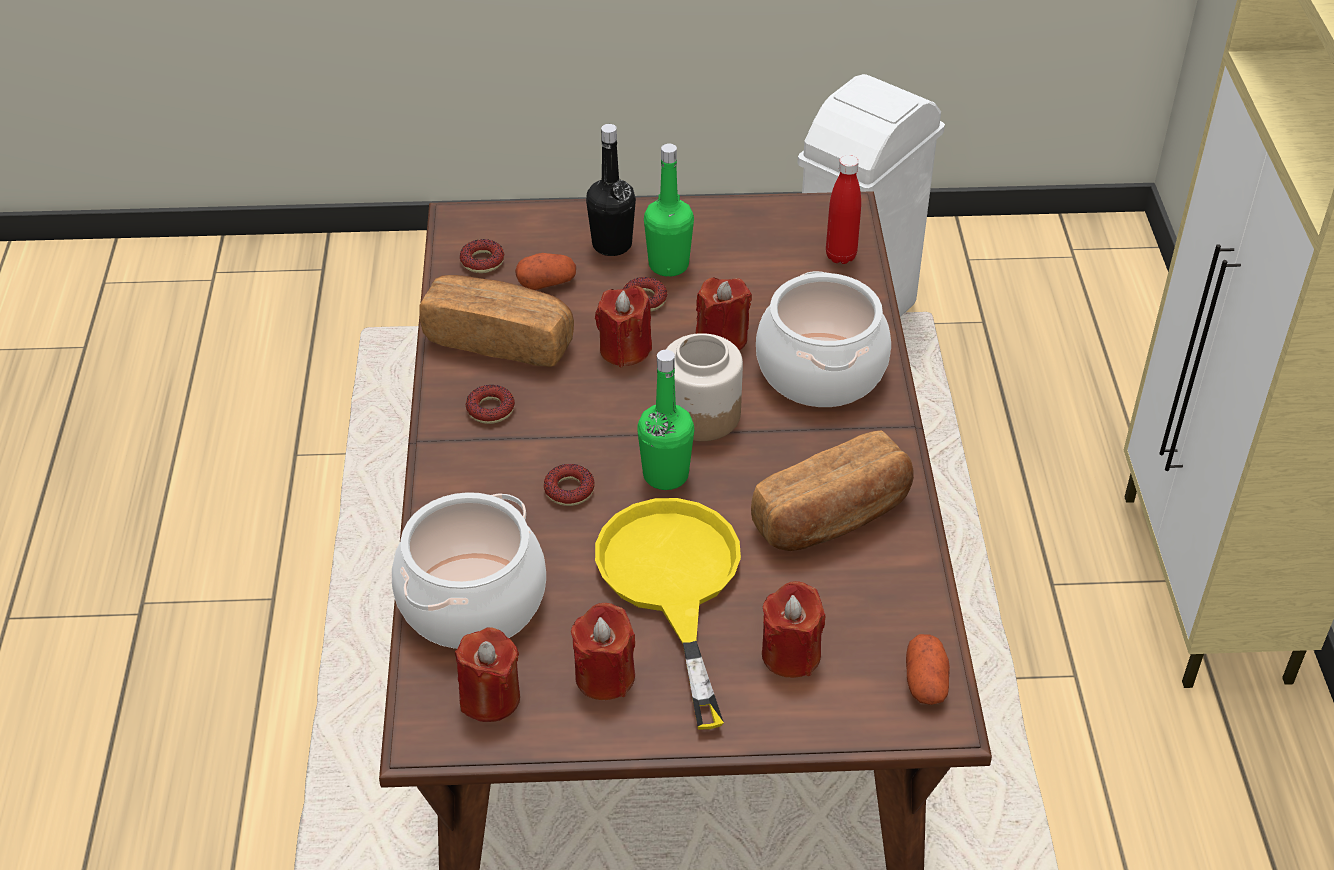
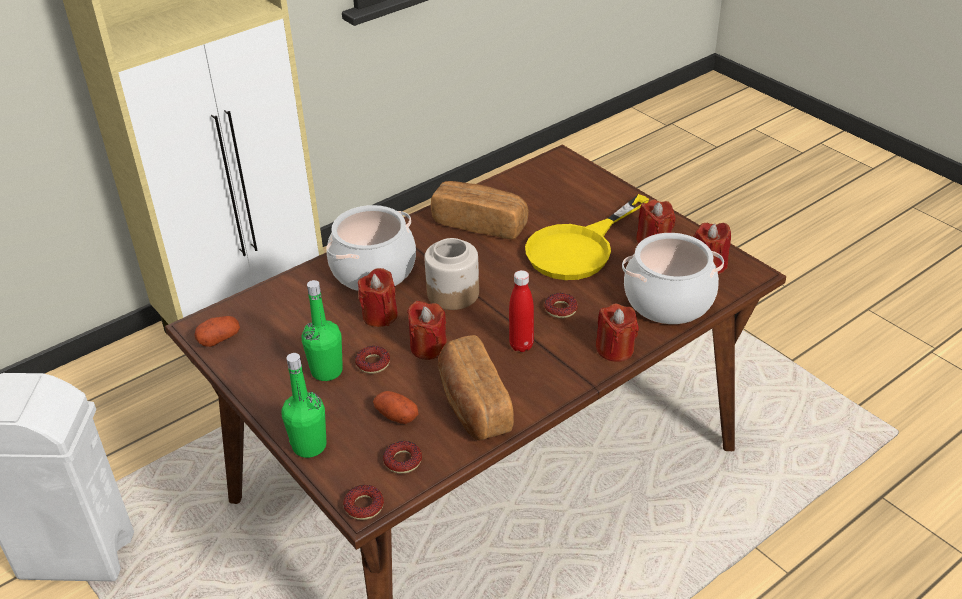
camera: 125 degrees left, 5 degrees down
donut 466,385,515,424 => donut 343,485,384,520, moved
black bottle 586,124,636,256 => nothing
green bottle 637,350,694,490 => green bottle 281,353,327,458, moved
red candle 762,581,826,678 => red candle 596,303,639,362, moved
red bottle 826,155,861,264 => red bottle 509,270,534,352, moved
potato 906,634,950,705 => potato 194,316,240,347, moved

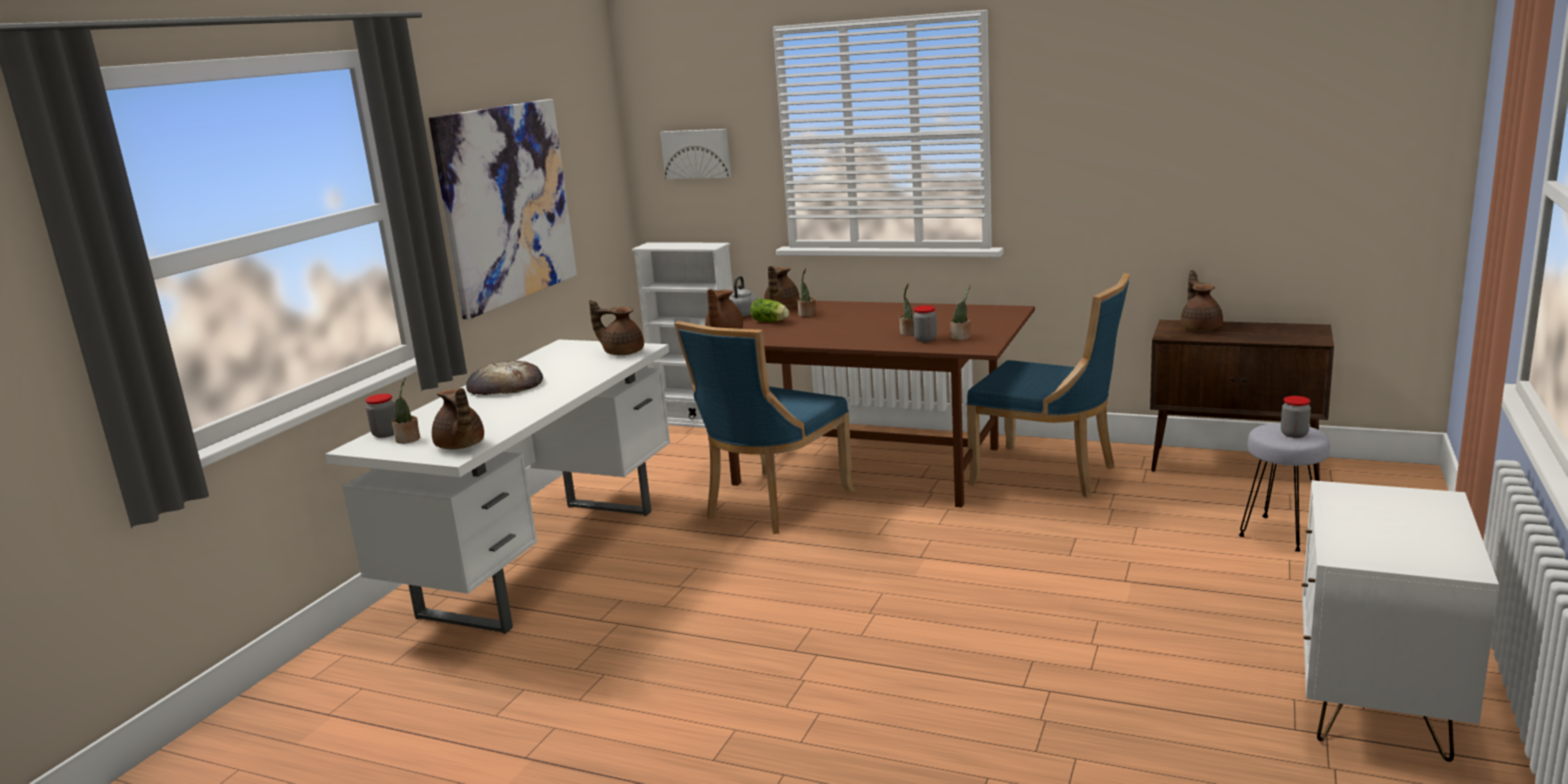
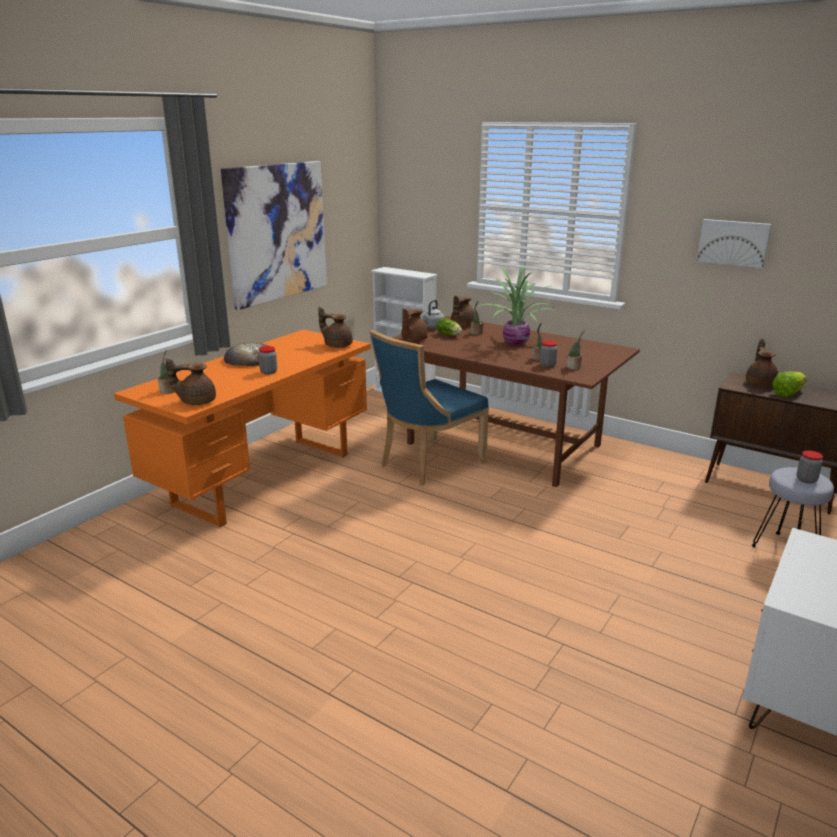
camera: 10 degrees right, 5 degrees up
white desk 325,340,670,634 => orange desk 114,329,371,527
jar 365,394,395,438 => jar 258,346,277,374, moved
brown teapot 432,388,484,449 => brown teapot 165,358,216,405, 105 degrees clockwise
picture 660,129,731,179 => picture 697,219,772,268, moved
blue chair 966,273,1130,498 => nothing
nothing => potted plant 477,266,554,346
nothing => lettuce 772,372,807,397

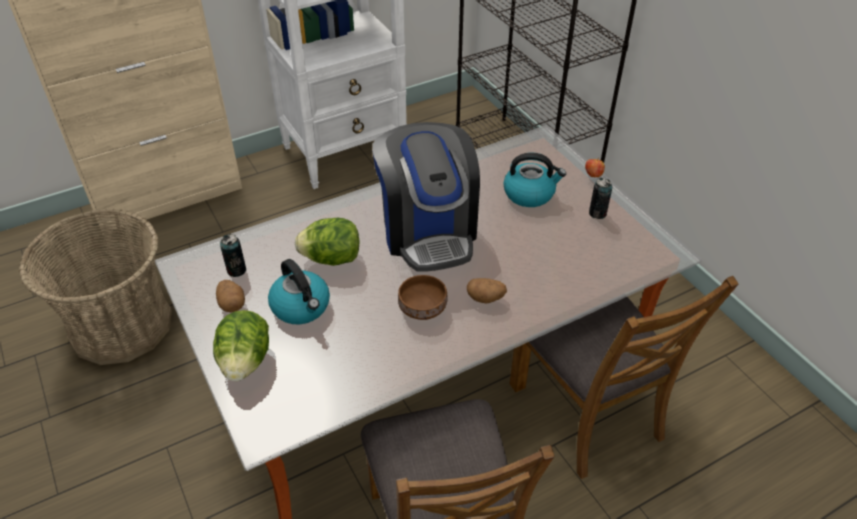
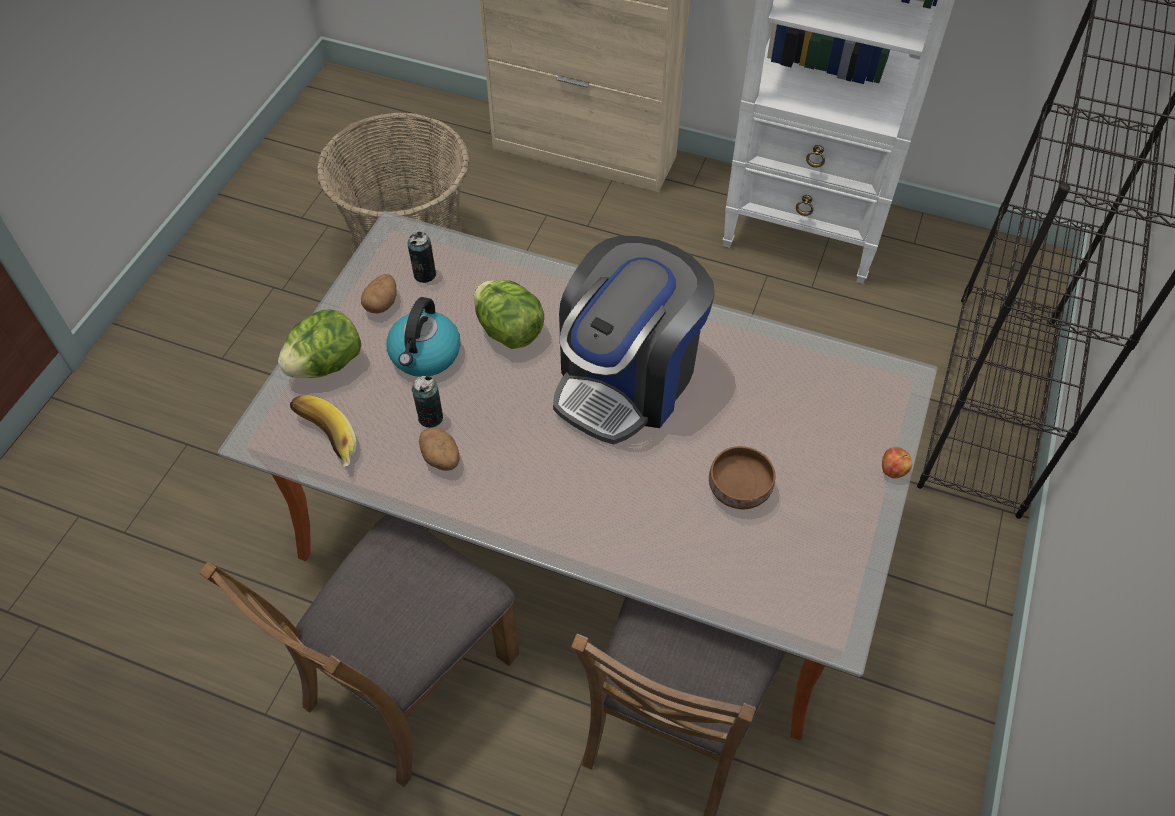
camera: 50 degrees right, 10 degrees up
brown bowl 398,275,448,320 => brown bowl 709,446,775,509, moved
potato 467,278,507,304 => potato 419,427,460,471, moved
kettle 503,153,566,207 => nothing
can 589,178,612,219 => can 412,376,443,428, moved
nothing => banana 290,395,357,467

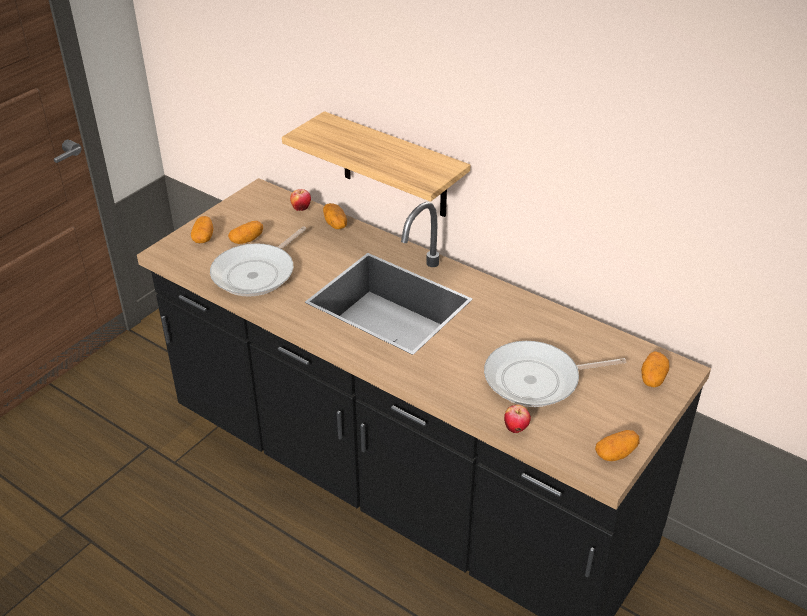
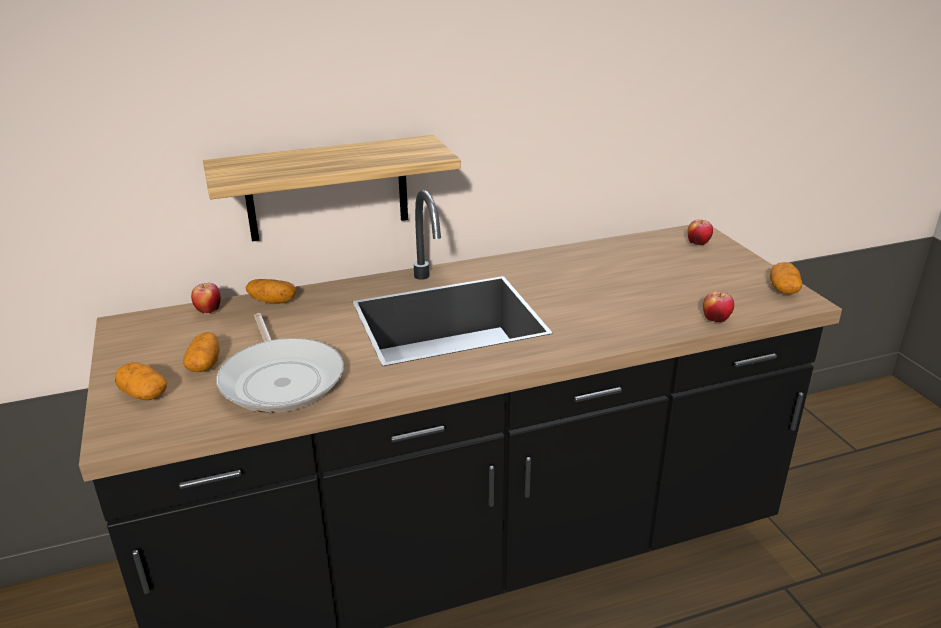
camera: 55 degrees left, 10 degrees down
frying pan 484,341,626,407 => nothing
potato 641,351,670,387 => apple 687,219,713,246

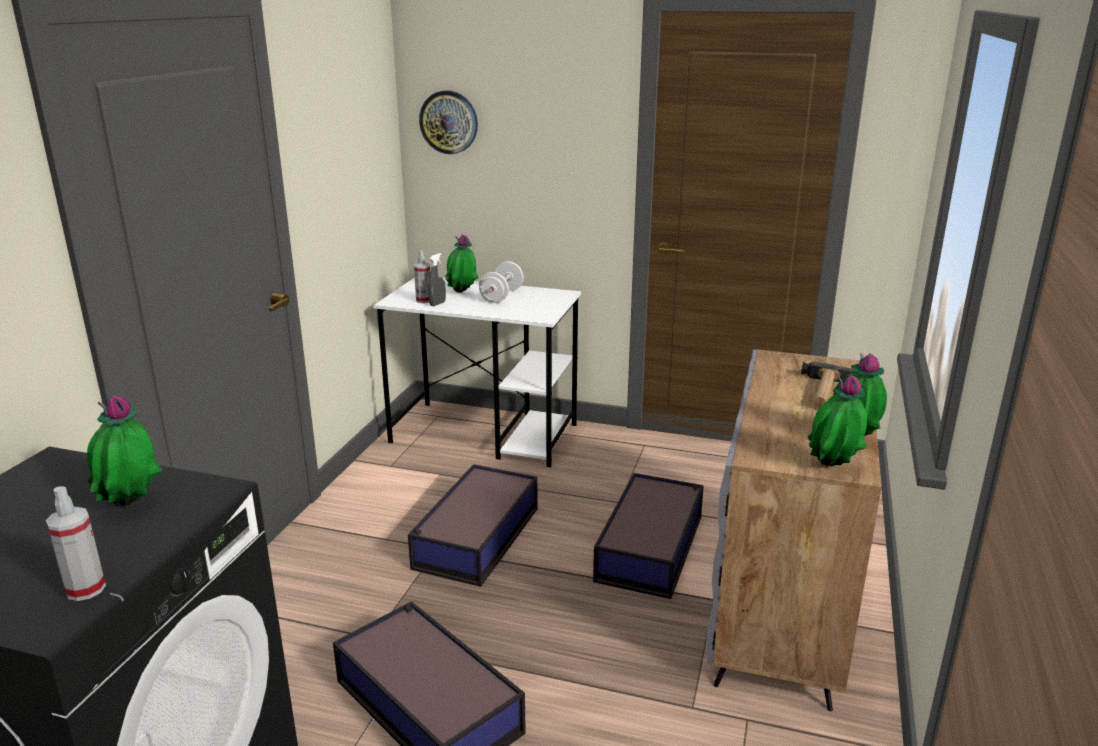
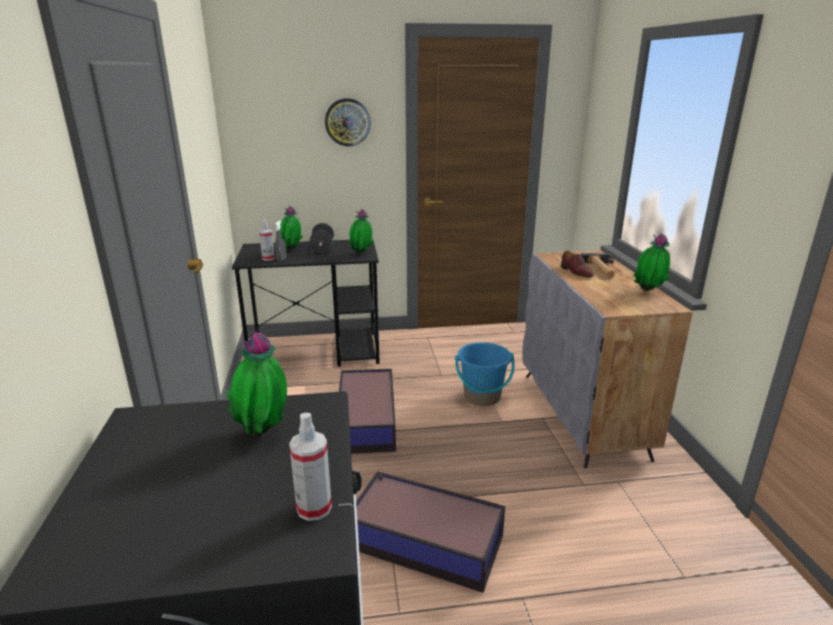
camera: 25 degrees left, 0 degrees up
white desk 373,277,581,467 => black desk 232,240,380,367
wall clock 419,90,478,154 => wall clock 325,98,371,146, moved
white dumbbell 479,261,524,303 => black dumbbell 309,223,334,253
storage box 593,473,704,599 => blue bucket 455,342,515,406
potted plant 807,375,867,466 => potted plant 348,209,374,254, moved
nothing => brown shoe 561,250,594,278

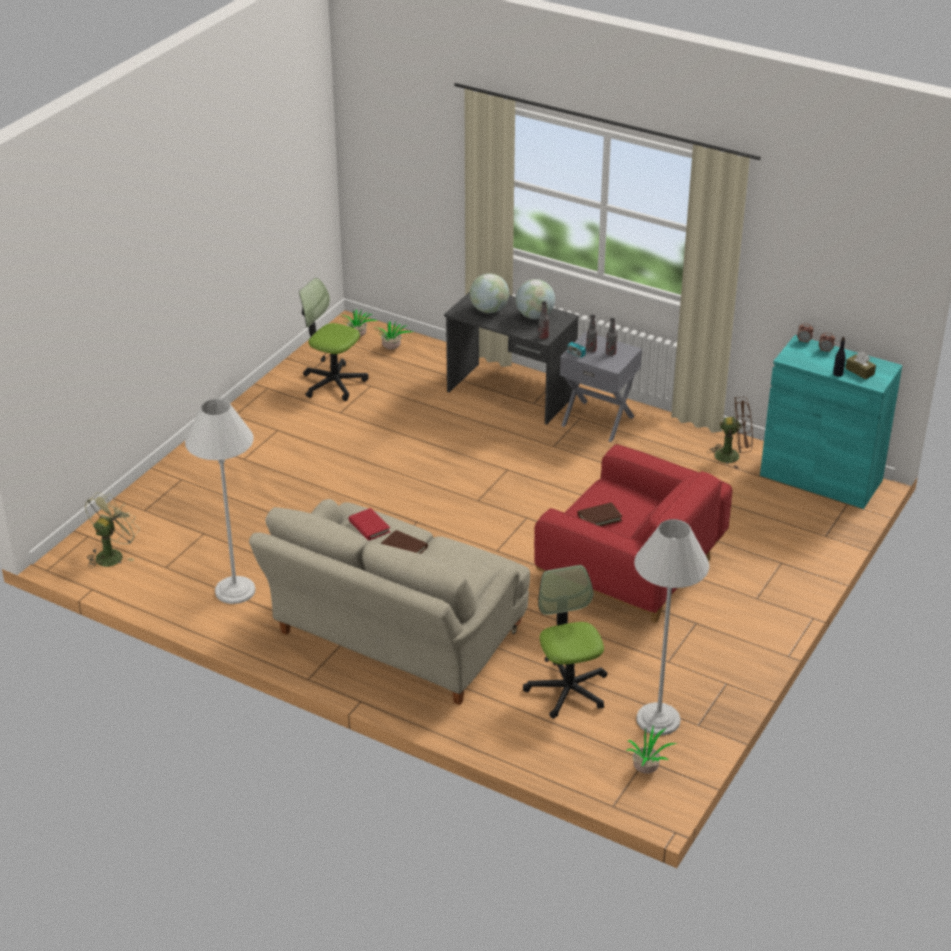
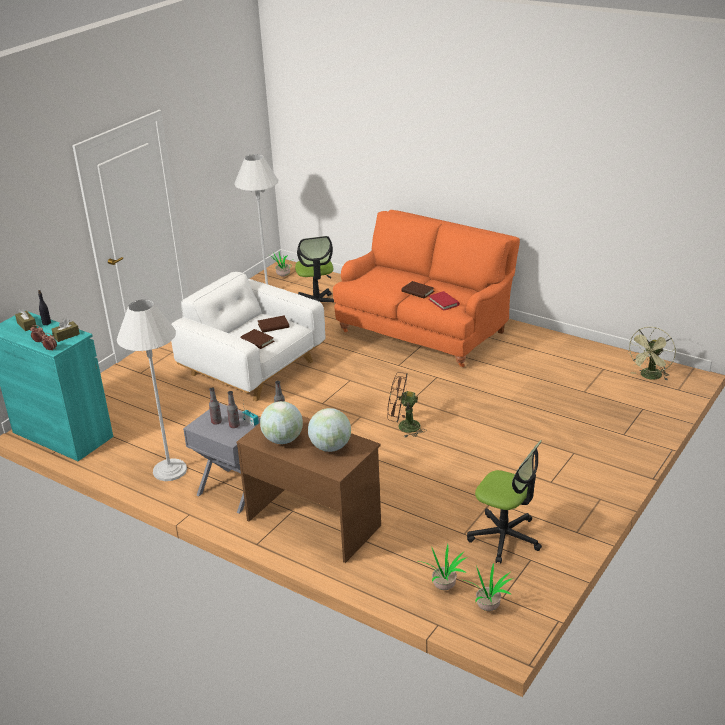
camera: 175 degrees left, 5 degrees down
white floor lamp 185,399,256,604 => white floor lamp 117,299,187,481, moved
beige sofa 249,499,530,705 => orange sofa 333,210,520,367
grey desk 444,292,579,424 => brown desk 236,416,381,563
red armchair 534,444,732,623 => white armchair 171,272,326,401
brown fan 707,397,753,469 => brown fan 387,372,427,437, moved
nothing => brown tissue box 52,319,80,342
nothing => brown book 240,329,274,349

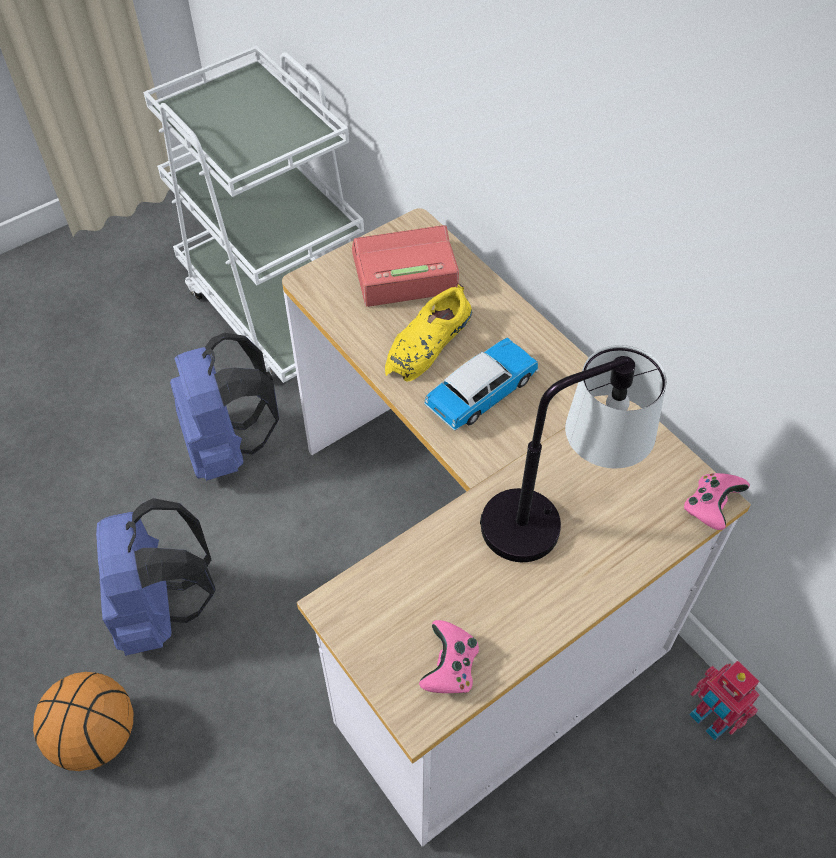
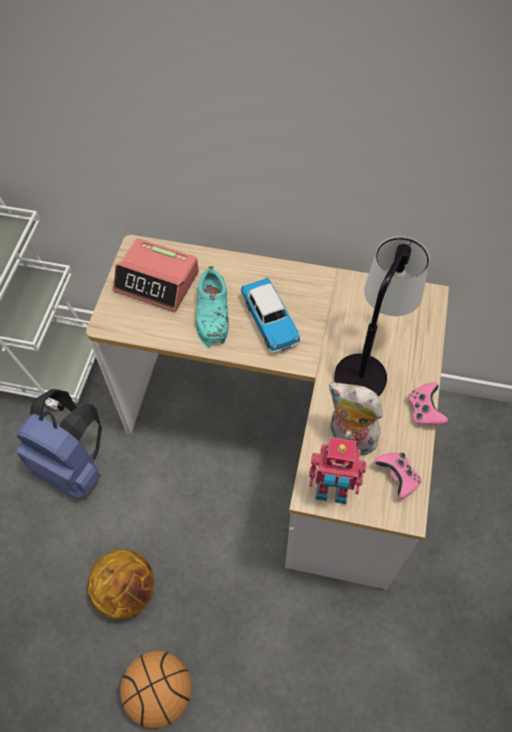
camera: 40 degrees left, 5 degrees up
blue backpack 96,498,215,656 => basketball 87,549,154,619
alarm clock 352,225,459,307 => alarm clock 113,238,199,312, 105 degrees counterclockwise
yellow shoe 385,284,472,381 => turquoise shoe 195,266,229,348
toy car 424,338,539,431 => toy car 241,277,301,353, 150 degrees clockwise
pink game controller 684,473,750,530 => pink game controller 408,382,448,425, moved
toy robot 689,660,760,741 => toy robot 309,437,367,504, moved
nothing => plush toy 329,383,383,455

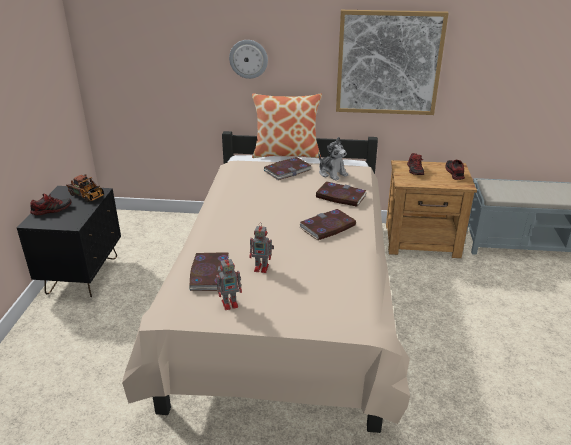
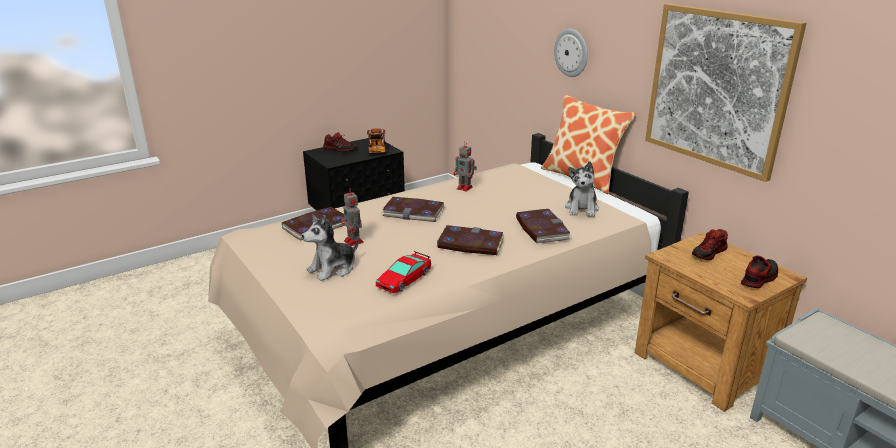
camera: 50 degrees right, 5 degrees down
toy robot 216,256,242,310 => toy robot 454,141,477,192, moved
book 264,157,311,180 => book 382,197,445,222, moved
nothing => plush toy 302,215,359,281
nothing => toy car 376,251,431,294

